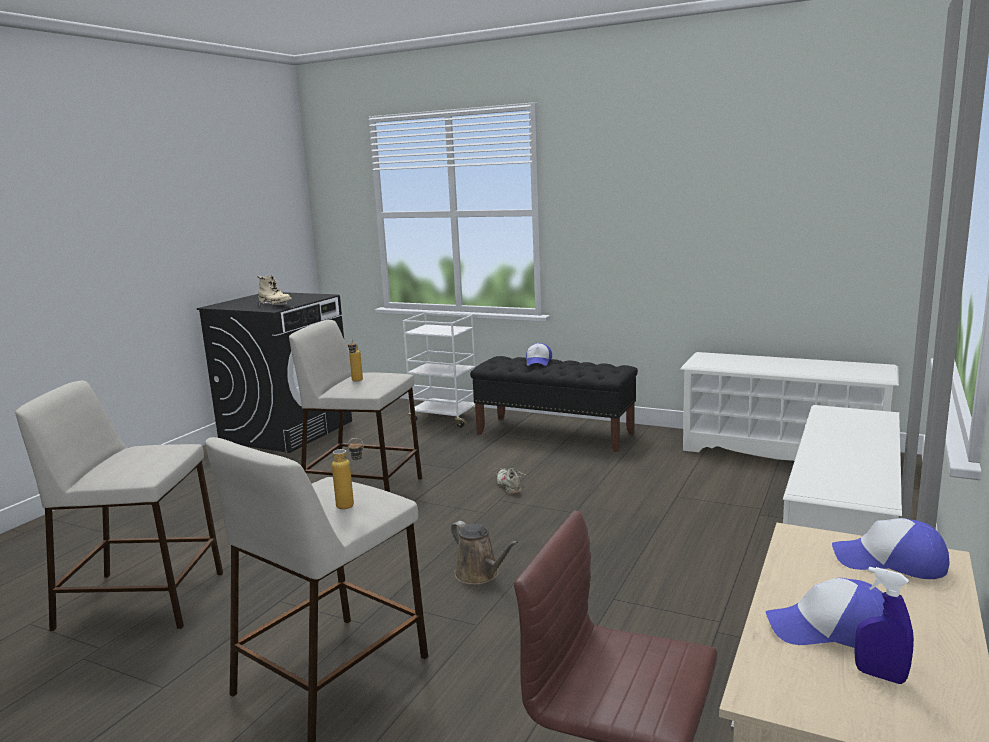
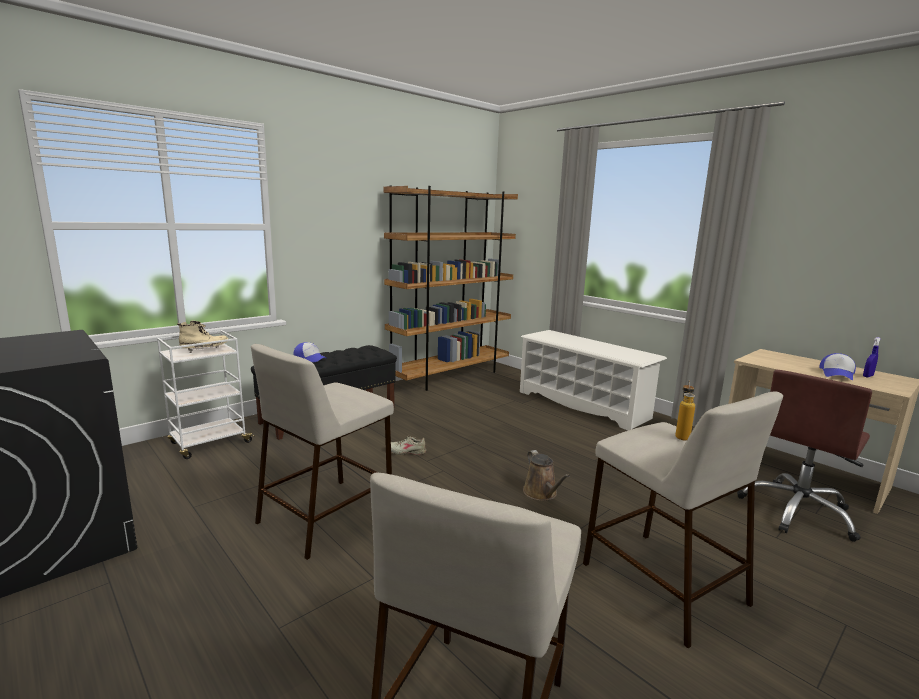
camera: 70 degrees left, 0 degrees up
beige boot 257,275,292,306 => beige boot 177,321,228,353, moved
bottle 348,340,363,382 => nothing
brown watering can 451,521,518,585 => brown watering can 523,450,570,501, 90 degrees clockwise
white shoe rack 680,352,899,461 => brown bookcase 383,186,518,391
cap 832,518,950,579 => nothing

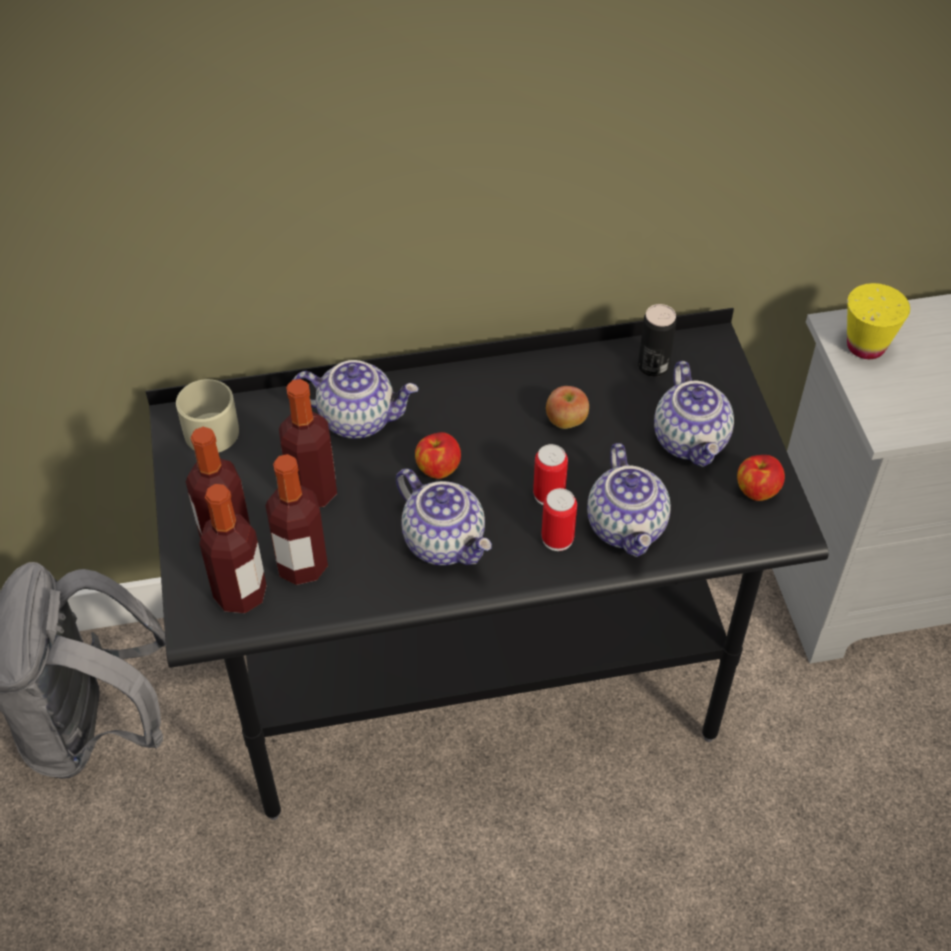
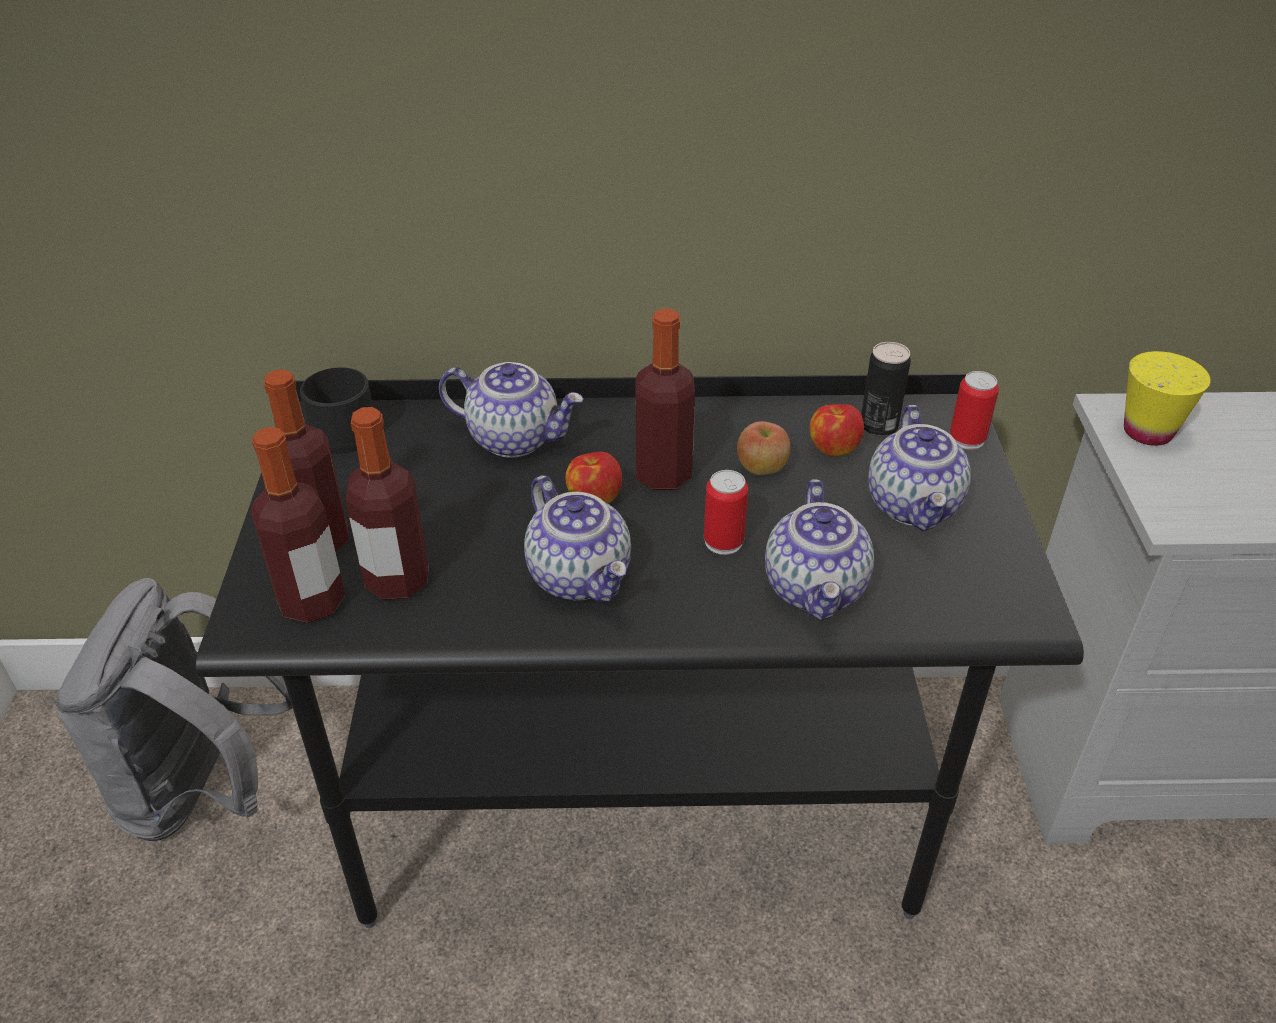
camera: 10 degrees right, 10 degrees down
beige mug 176,379,239,453 => black mug 300,367,373,454
bottle 279,379,337,508 => bottle 635,309,695,490, moved
can 541,488,577,551 => can 950,371,999,449, moved
apple 737,455,785,501 => apple 810,404,864,457, moved

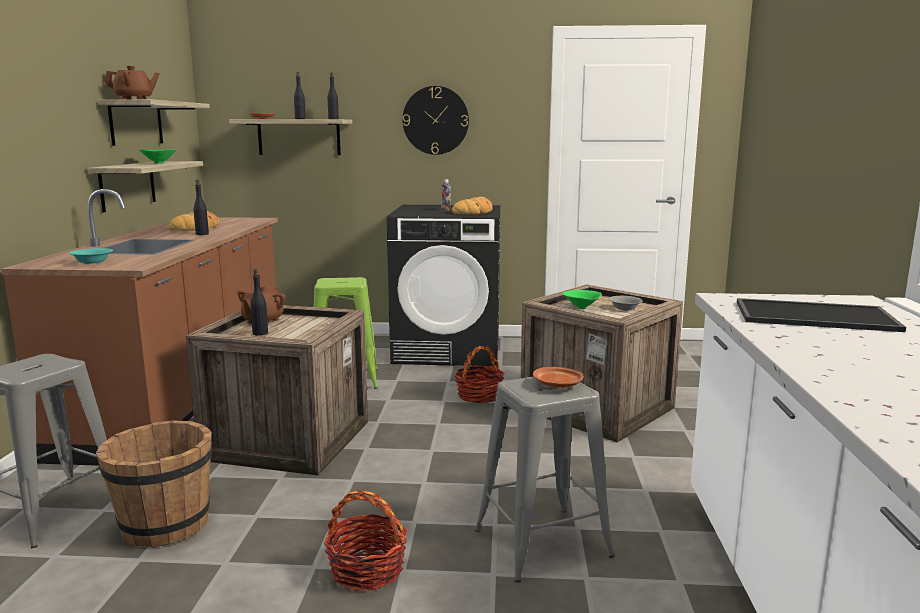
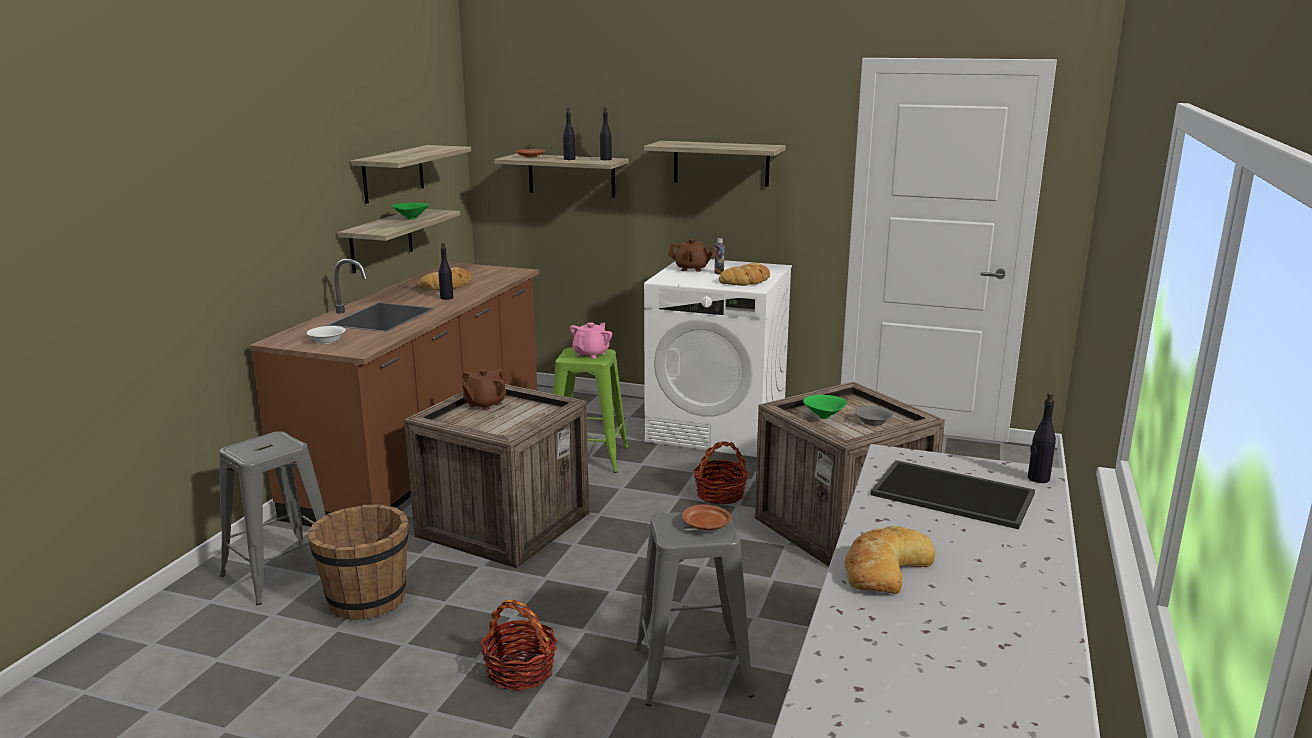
camera: 15 degrees right, 5 degrees up
turquoise bowl 69,248,113,264 => white bowl 307,326,346,344
brown teapot 105,66,160,99 => brown teapot 668,239,715,272, moved
black bottle 250,269,268,336 => black bottle 1028,392,1056,483, moved
black washing machine 387,205,500,366 => white washing machine 644,259,792,457
wall clock 402,86,469,155 => shelf 644,141,786,187
nothing => pink teapot 570,322,612,359
nothing => bread 845,526,935,594

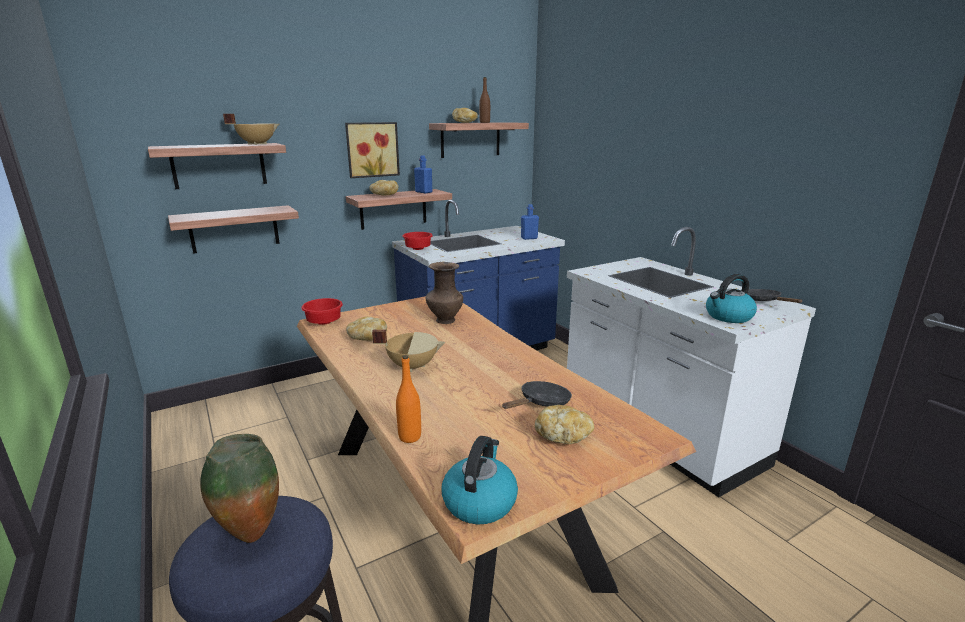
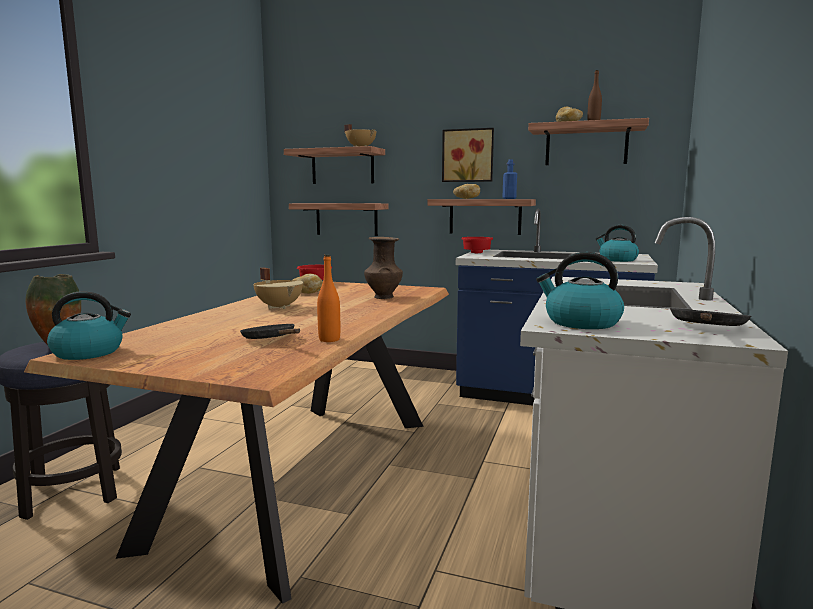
camera: 50 degrees right, 10 degrees down
orange bottle 396,355,421,443 => orange bottle 317,255,340,342, moved
black frying pan 502,381,572,409 => black frying pan 240,324,300,339, 135 degrees counterclockwise
blue bottle 521,204,539,240 => kettle 596,225,639,262
bread 535,405,594,444 => nothing

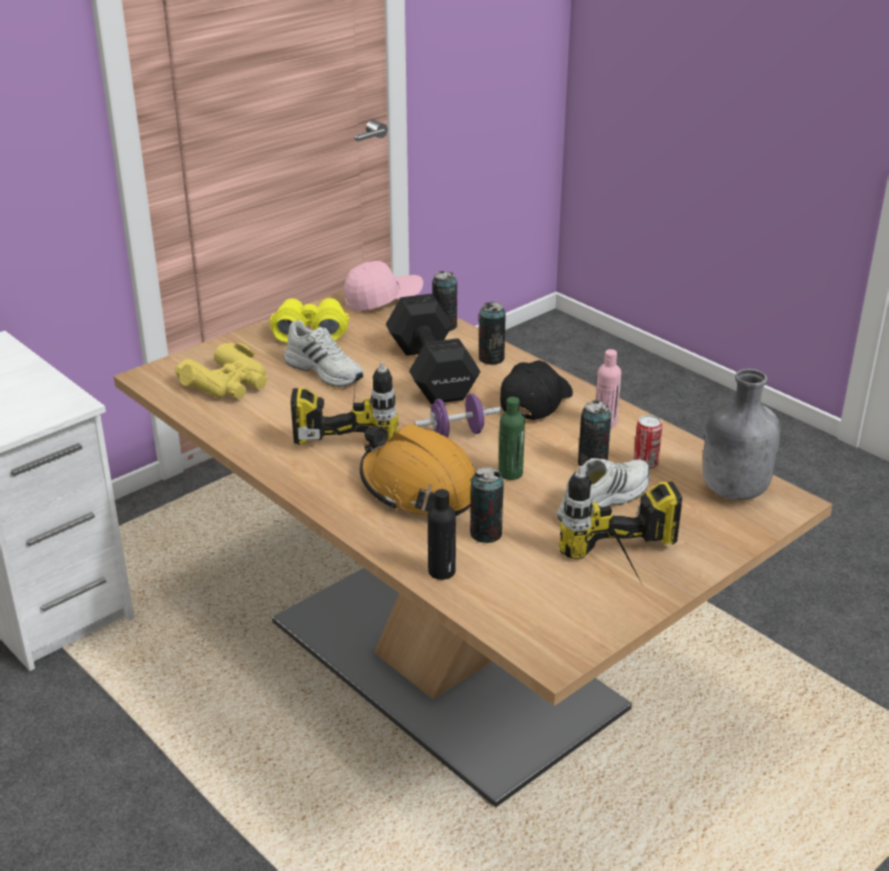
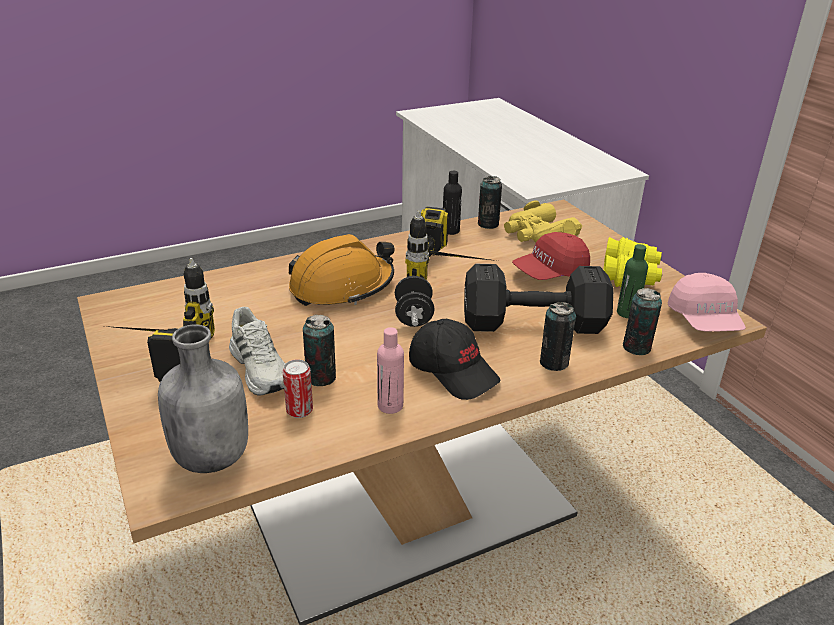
camera: 105 degrees right, 0 degrees up
white shoe 283,320,364,387 => red cap 512,232,590,280
purple dumbbell 414,393,501,438 => black dumbbell 395,276,435,327
black bottle 428,489,456,580 => black bottle 443,171,462,235, moved
can 470,467,504,543 => can 478,176,502,229, moved
green bottle 498,397,525,480 => green bottle 617,244,648,318, moved

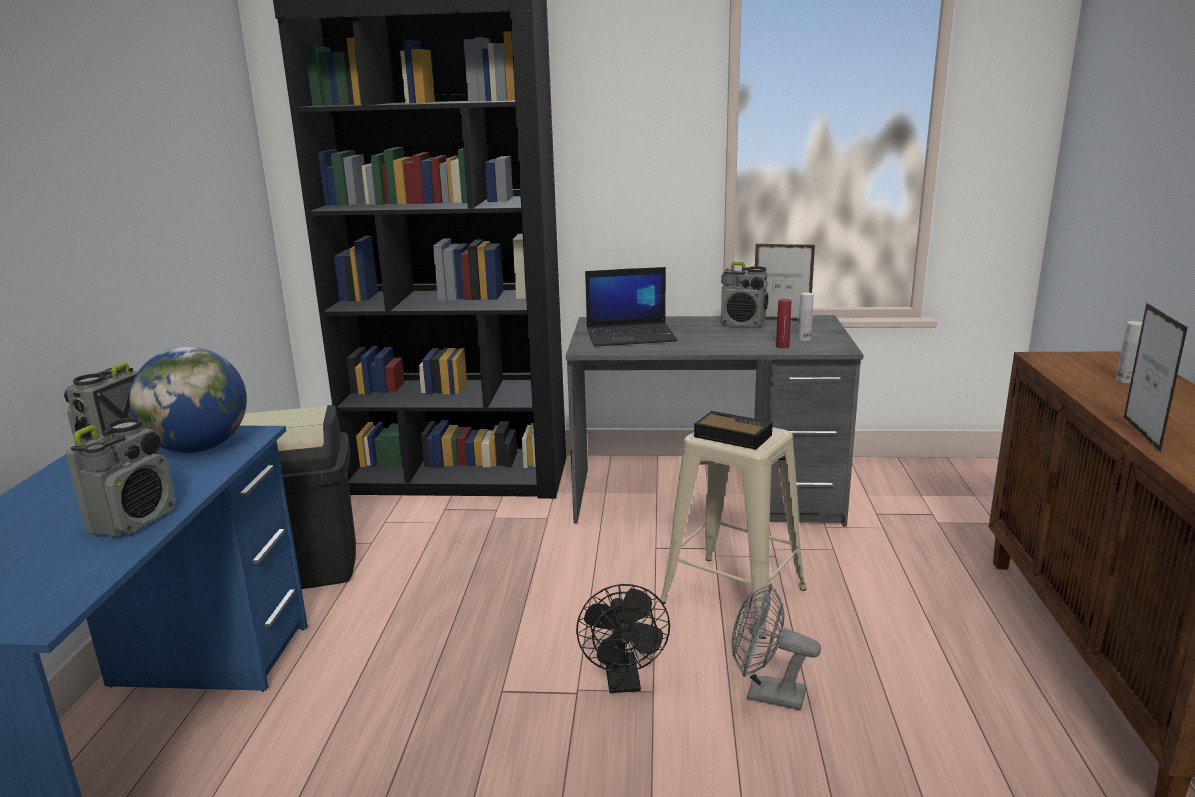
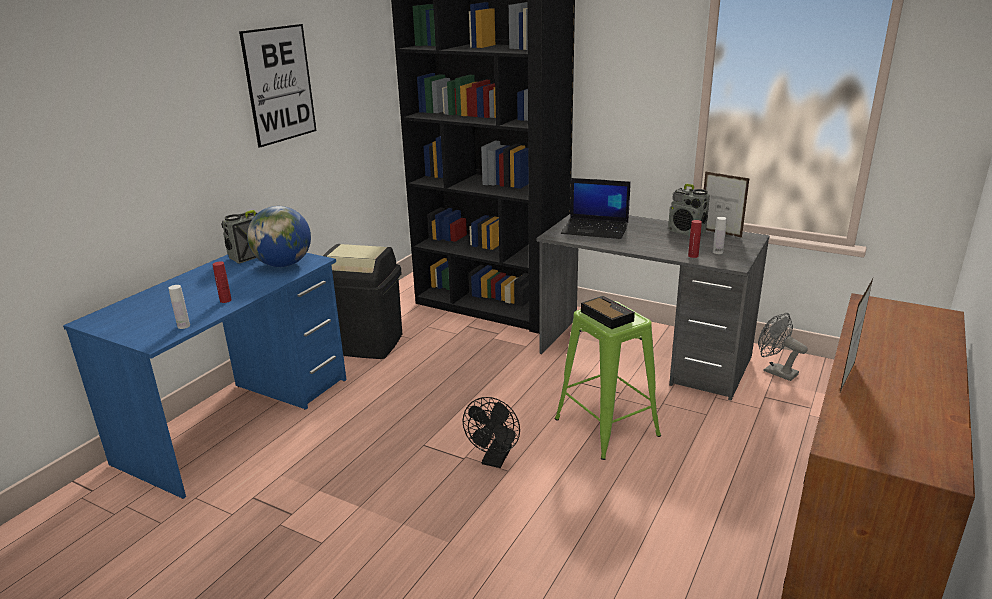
camera: 25 degrees right, 5 degrees up
radio 66,418,175,537 => red bottle 213,261,232,303
beige stool 659,427,806,639 => green stool 555,301,661,460
grey fan 732,584,821,711 => grey fan 758,313,808,381, moved
white bottle 1116,321,1142,383 => white bottle 168,285,190,329, moved
nothing => picture 239,24,316,147

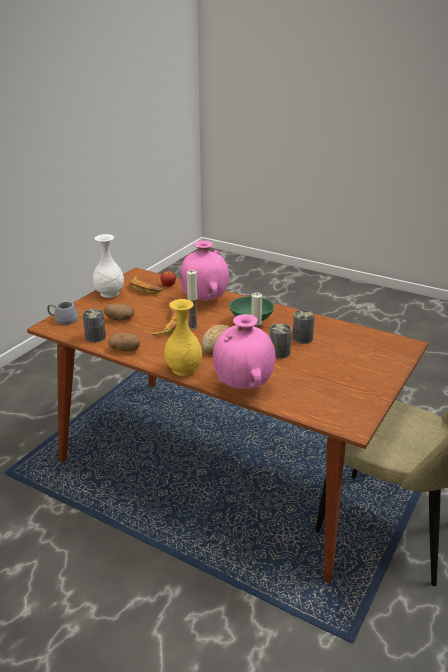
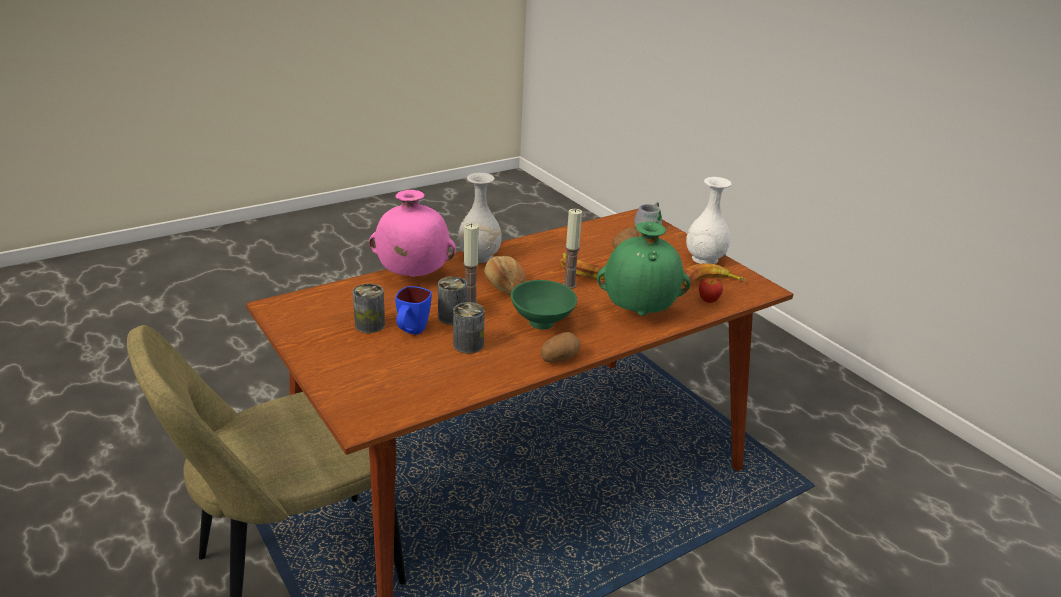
camera: 115 degrees right, 0 degrees up
can 82,309,106,343 => can 353,284,385,333, moved
potato 108,332,140,352 => potato 541,332,581,363, moved
yellow vase 164,299,202,376 => white vase 458,173,502,263
pink vase 180,241,229,301 => green vase 597,222,690,316
nothing => blue mug 395,286,432,334

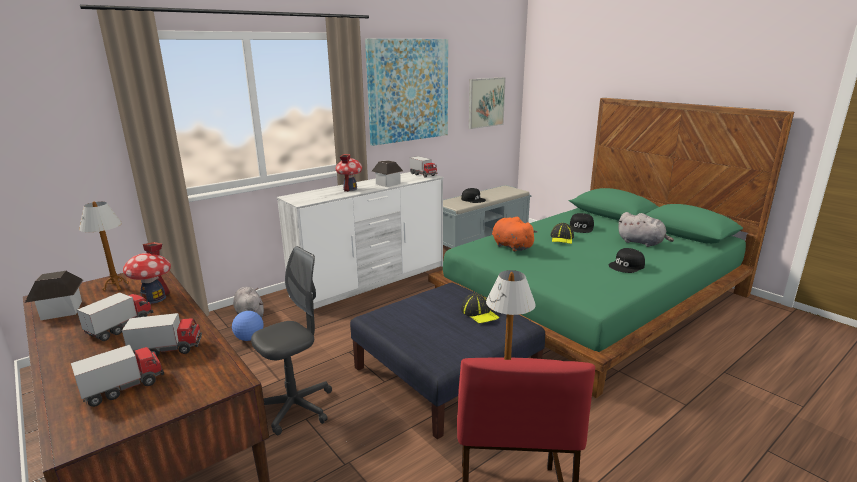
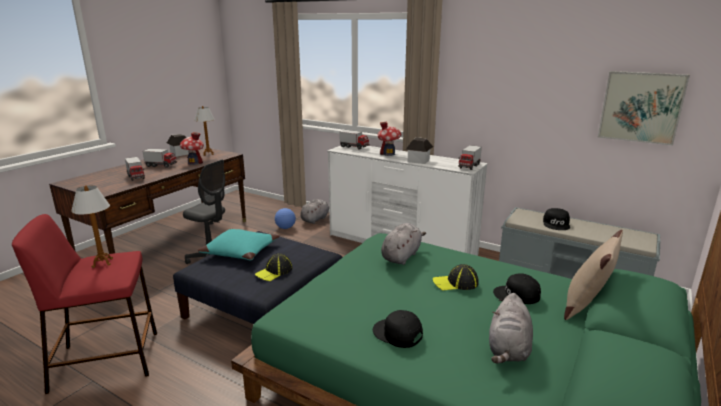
camera: 70 degrees right, 0 degrees up
toy truck 71,345,164,407 => toy truck 340,130,369,149, moved
picture 365,39,448,146 => nothing
orange plush toy 492,217,537,252 => grey plush toy 381,223,426,265
nothing => turquoise pillow 198,229,280,261
nothing => beige pillow 564,230,623,320

